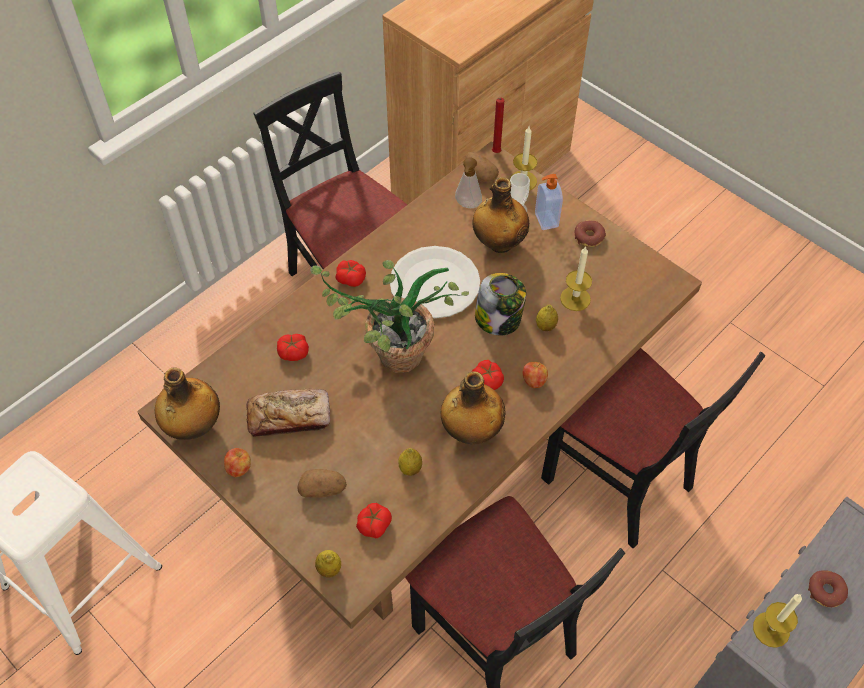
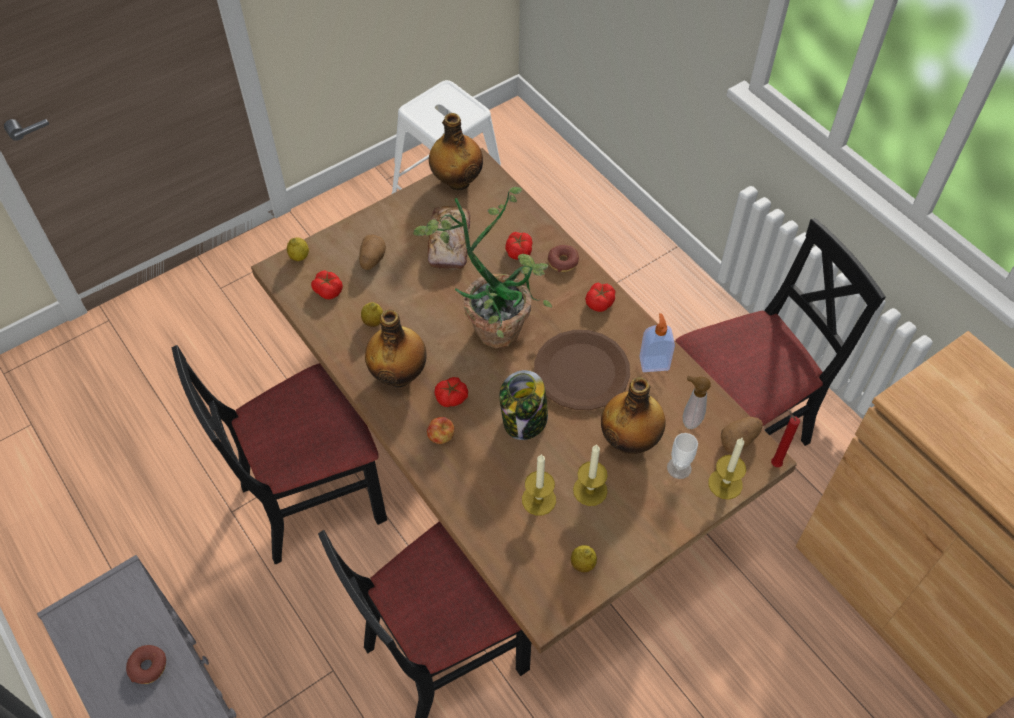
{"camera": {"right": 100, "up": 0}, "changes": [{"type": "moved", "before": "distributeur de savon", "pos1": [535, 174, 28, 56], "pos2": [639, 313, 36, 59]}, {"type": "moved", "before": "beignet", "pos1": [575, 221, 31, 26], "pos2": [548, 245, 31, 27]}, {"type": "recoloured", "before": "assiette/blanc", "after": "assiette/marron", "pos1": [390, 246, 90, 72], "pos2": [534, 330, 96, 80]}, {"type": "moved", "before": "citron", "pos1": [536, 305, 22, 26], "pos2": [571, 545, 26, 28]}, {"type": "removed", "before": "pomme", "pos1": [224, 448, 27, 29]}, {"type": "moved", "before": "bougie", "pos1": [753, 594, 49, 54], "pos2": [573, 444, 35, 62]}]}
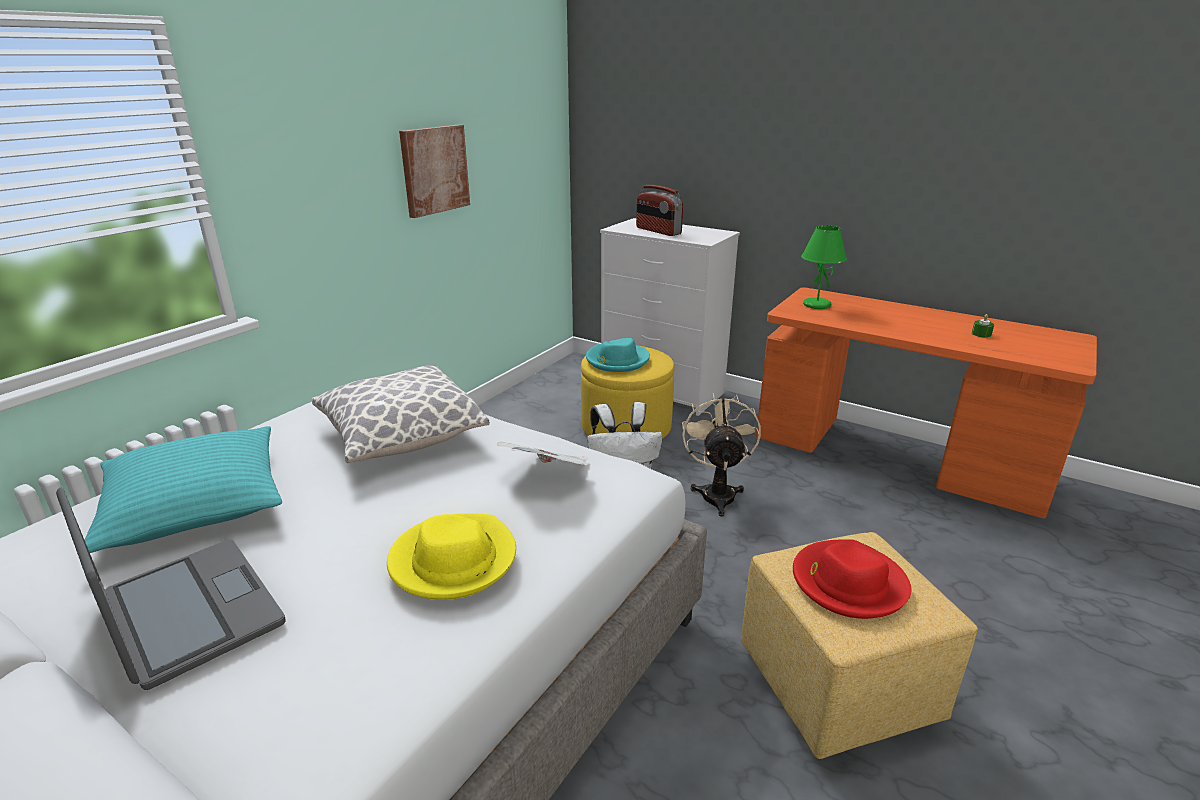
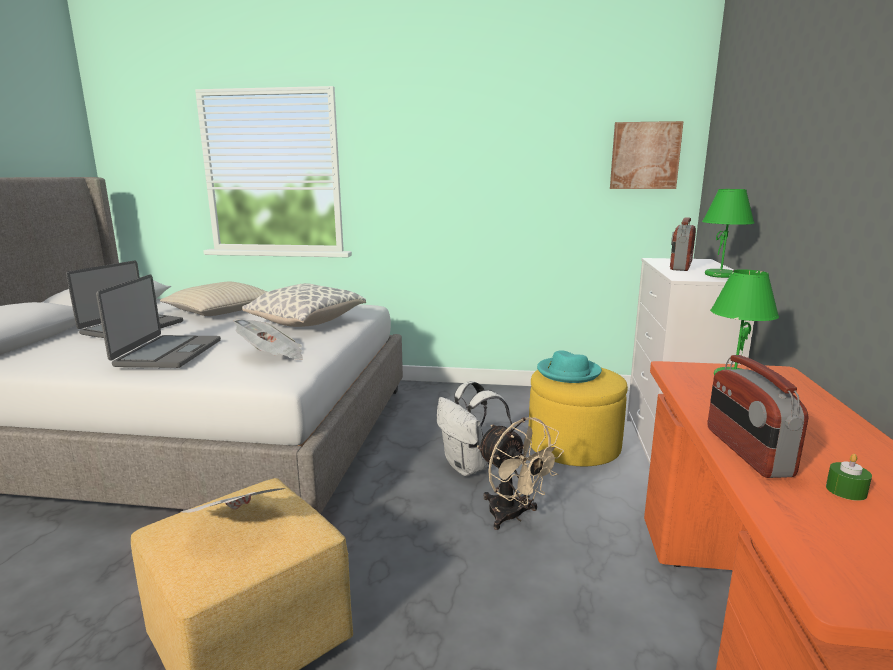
{"camera": {"right": 65, "up": -10}, "changes": [{"type": "moved", "before": "tableau", "pos1": [399, 125, 71, 93], "pos2": [610, 121, 74, 68]}, {"type": "turned", "before": "ventilateur/beige", "pos1": [682, 393, 79, 124], "pos2": [477, 417, 87, 113], "turn": 75}, {"type": "recoloured", "before": "coussin/turquoise", "after": "coussin/beige", "pos1": [84, 426, 198, 127], "pos2": [160, 282, 107, 34]}, {"type": "replaced", "before": "chapeau/jaune", "after": "ordinateur portable", "pos1": [387, 513, 129, 87], "pos2": [96, 274, 125, 94]}, {"type": "replaced", "before": "chapeau/rouge", "after": "journal", "pos1": [793, 539, 118, 80], "pos2": [181, 488, 105, 25]}, {"type": "added", "after": "lampe de table/vert", "pos2": [702, 189, 52, 89]}, {"type": "added", "after": "radio", "pos2": [707, 355, 101, 123]}]}
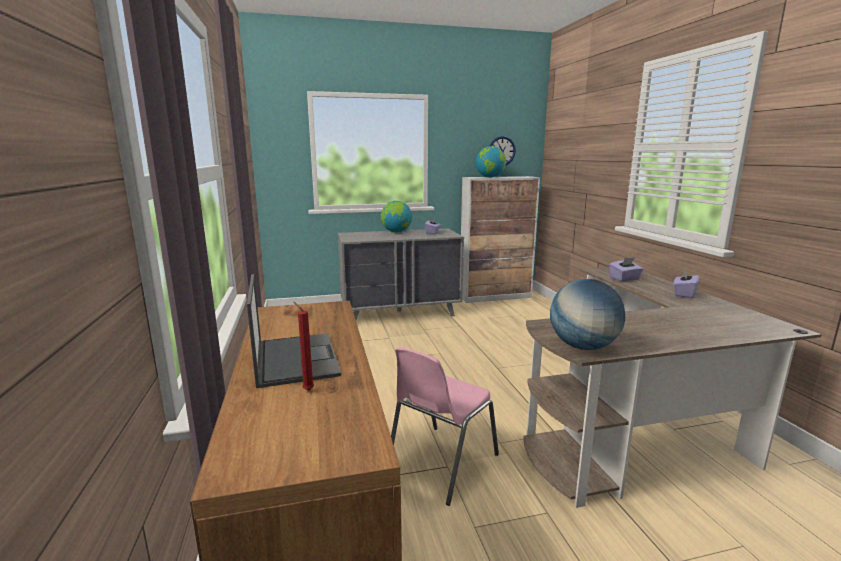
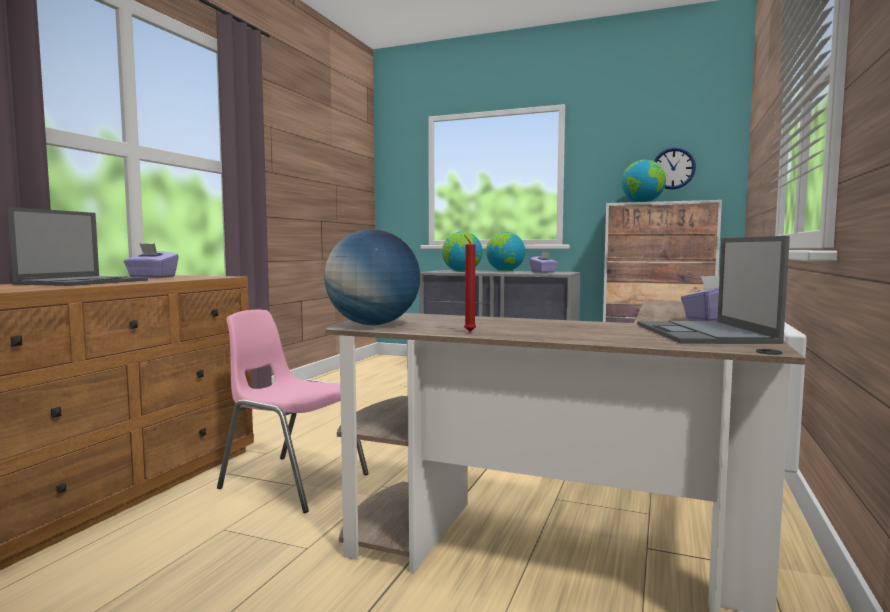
{"camera": {"right": 35, "up": -10}, "changes": [{"type": "moved", "before": "boîte à mouchoirs/violet", "pos1": [609, 258, 34, 23], "pos2": [124, 243, 55, 35]}, {"type": "moved", "before": "bougie/rouge", "pos1": [293, 302, 21, 89], "pos2": [464, 235, 12, 97]}, {"type": "turned", "before": "chaise/rose", "pos1": [391, 347, 108, 159], "pos2": [217, 310, 152, 203], "turn": 45}, {"type": "added", "after": "globe", "pos2": [442, 231, 40, 41]}, {"type": "added", "after": "ordinateur portable", "pos2": [637, 236, 153, 108]}]}
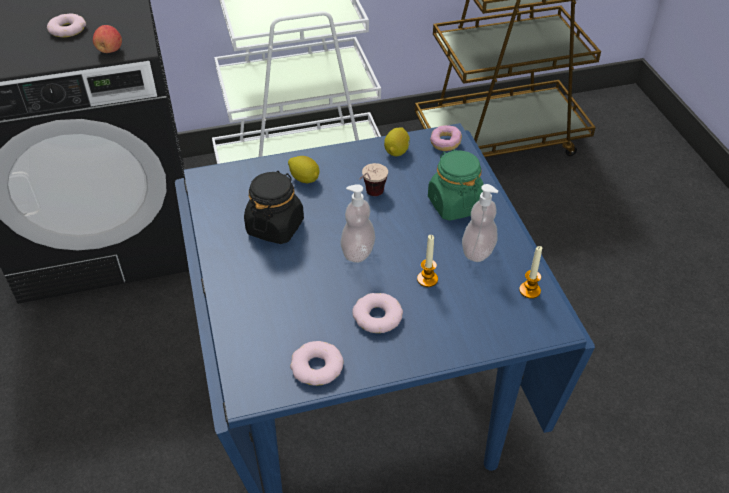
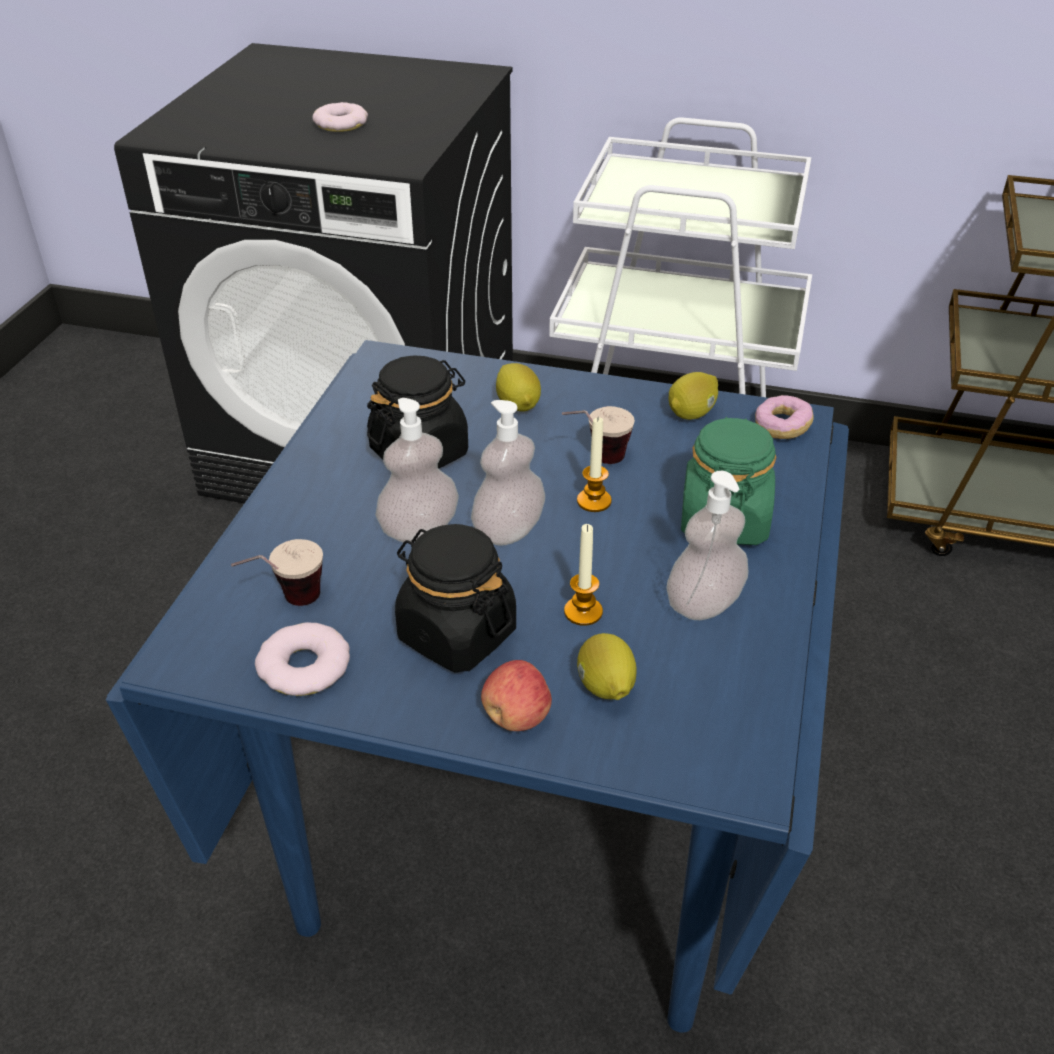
{"camera": {"right": 30, "up": -5}, "changes": [{"type": "moved", "before": "pomme", "pos1": [93, 25, 29, 28], "pos2": [481, 660, 71, 71]}, {"type": "moved", "before": "bougie", "pos1": [519, 246, 23, 53], "pos2": [577, 418, 35, 94]}, {"type": "replaced", "before": "beignet", "after": "bocal/noir", "pos1": [352, 293, 51, 40], "pos2": [395, 524, 121, 148]}, {"type": "added", "after": "distributeur de savon", "pos2": [375, 398, 84, 145]}, {"type": "added", "after": "tasse", "pos2": [231, 539, 92, 67]}, {"type": "added", "after": "citron", "pos2": [577, 633, 60, 67]}]}
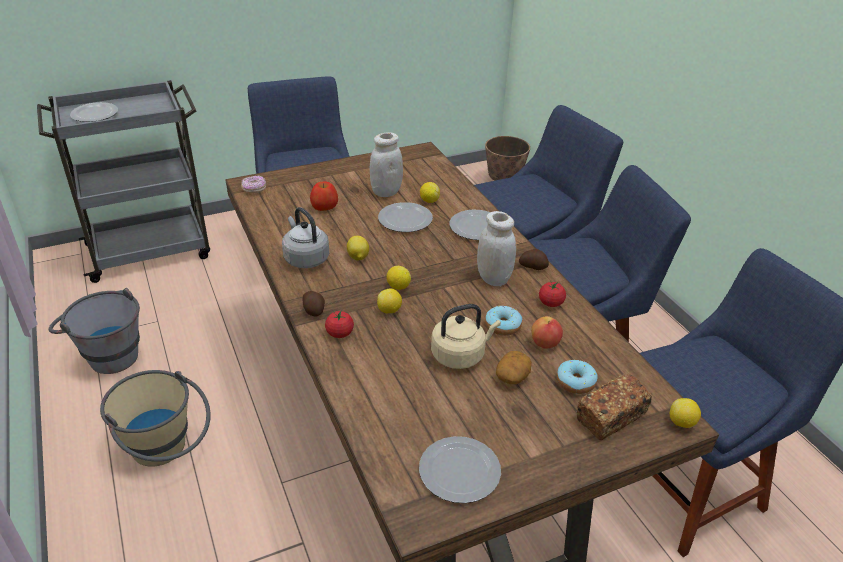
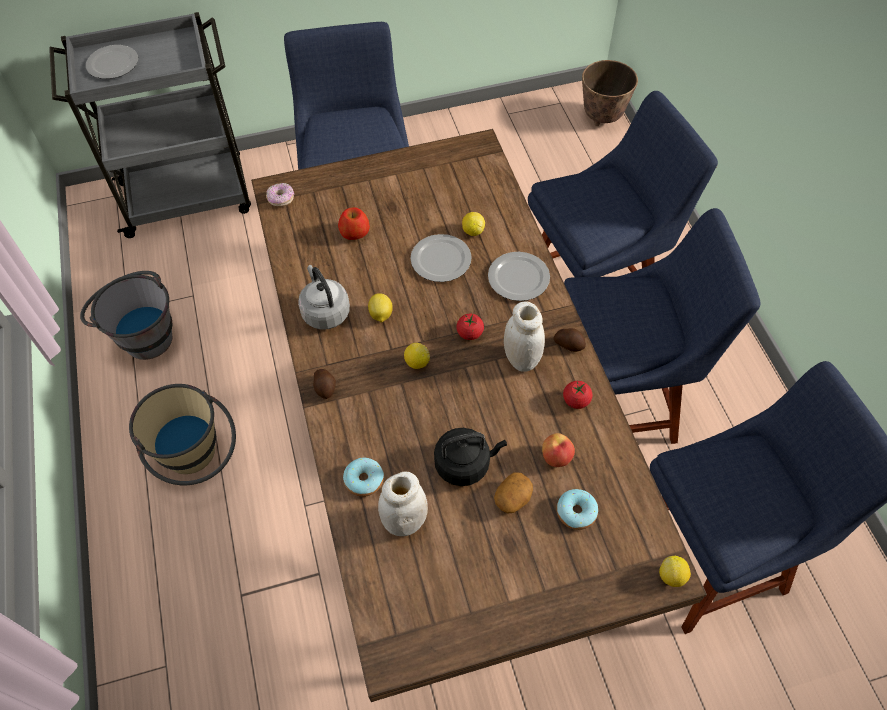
{"camera": {"right": 10, "up": 20}, "changes": [{"type": "moved", "before": "bocal/blanc", "pos1": [370, 132, 33, 65], "pos2": [378, 472, 50, 64]}, {"type": "removed", "before": "citron", "pos1": [377, 288, 25, 25]}, {"type": "recoloured", "before": "bouilloire/beige", "after": "bouilloire/noir", "pos1": [431, 304, 70, 65], "pos2": [434, 428, 73, 58]}, {"type": "moved", "before": "beignet", "pos1": [485, 306, 37, 30], "pos2": [343, 458, 41, 39]}, {"type": "moved", "before": "tomate", "pos1": [325, 310, 29, 28], "pos2": [456, 314, 28, 26]}, {"type": "removed", "before": "pain", "pos1": [576, 374, 76, 66]}, {"type": "removed", "before": "assiette", "pos1": [419, 436, 82, 67]}]}
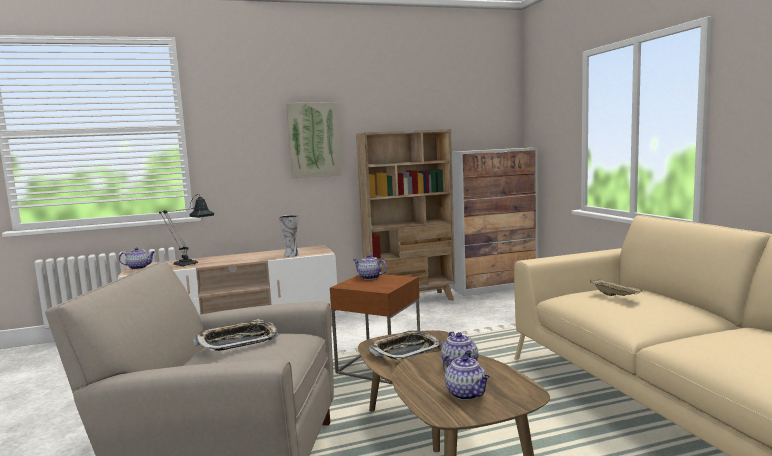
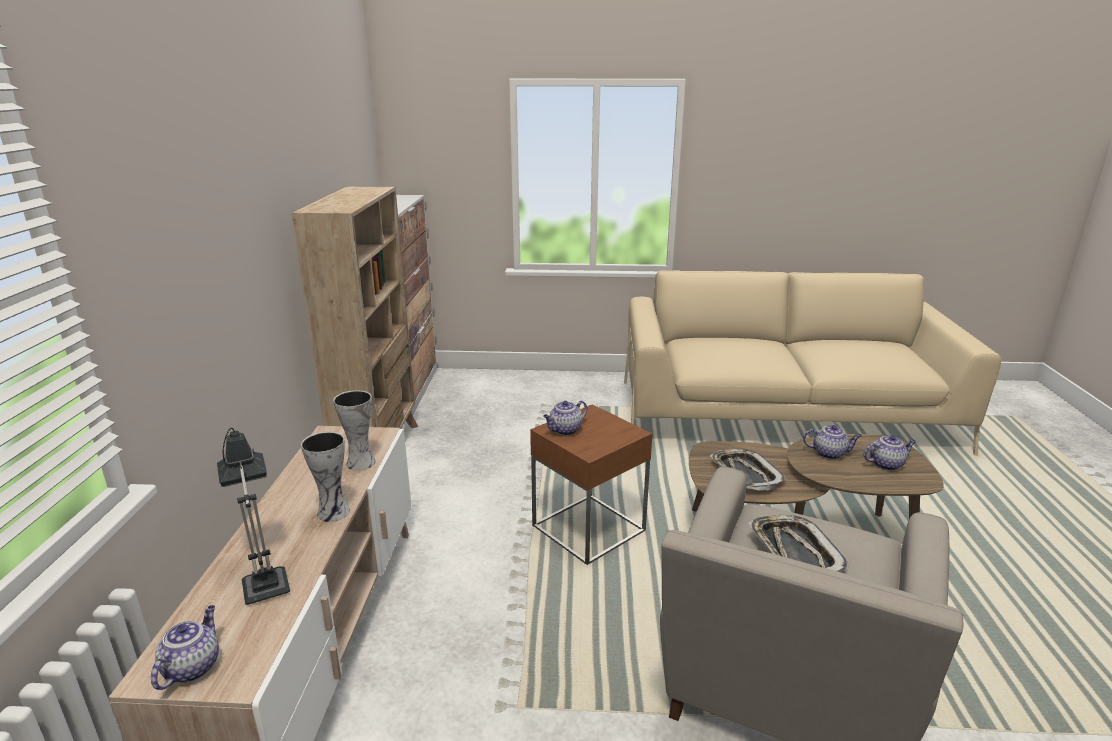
{"camera": {"right": -70, "up": 15}, "changes": [{"type": "removed", "before": "tableau", "pos1": [286, 102, 56, 76]}, {"type": "removed", "before": "plateau/beige", "pos1": [590, 279, 53, 17]}, {"type": "added", "after": "vase", "pos2": [301, 431, 49, 91]}]}
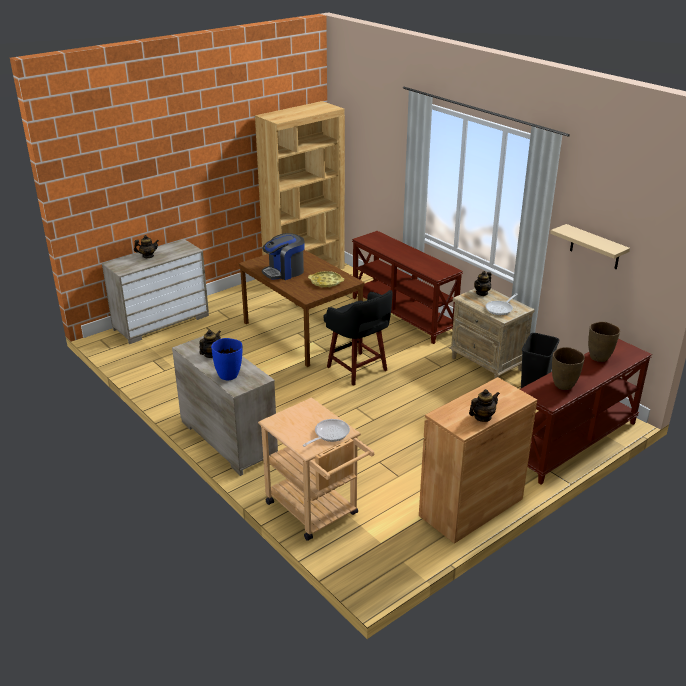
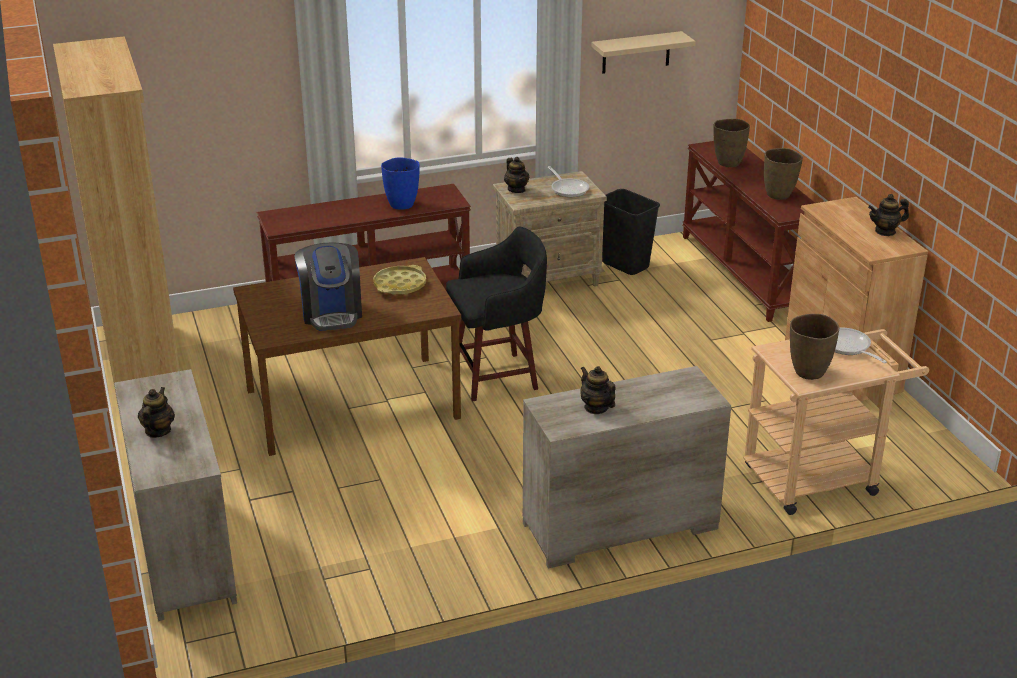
{"camera": {"right": -70, "up": 0}, "changes": [{"type": "moved", "before": "vase/bleu", "pos1": [211, 338, 32, 42], "pos2": [381, 157, 39, 53]}, {"type": "turned", "before": "théière", "pos1": [469, 389, 31, 33], "pos2": [868, 194, 41, 42], "turn": -90}, {"type": "added", "after": "vase/marron", "pos2": [790, 314, 49, 66]}]}
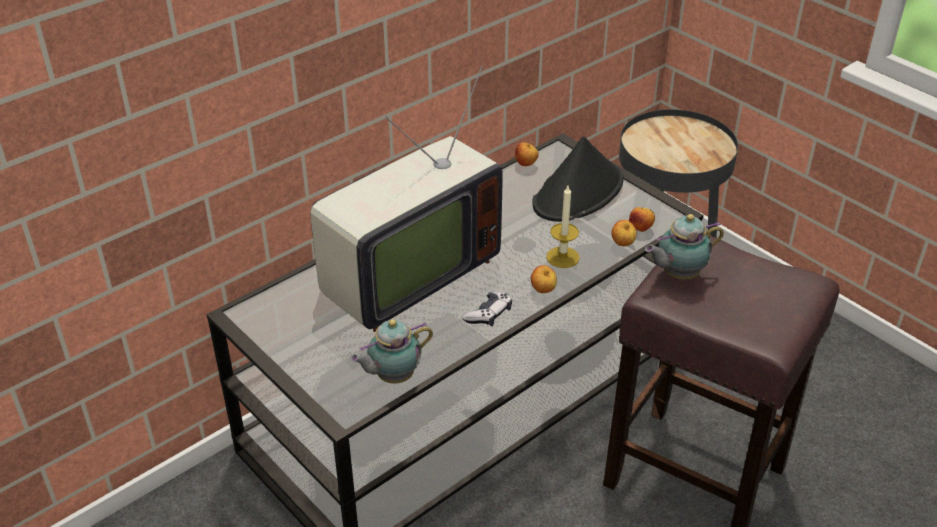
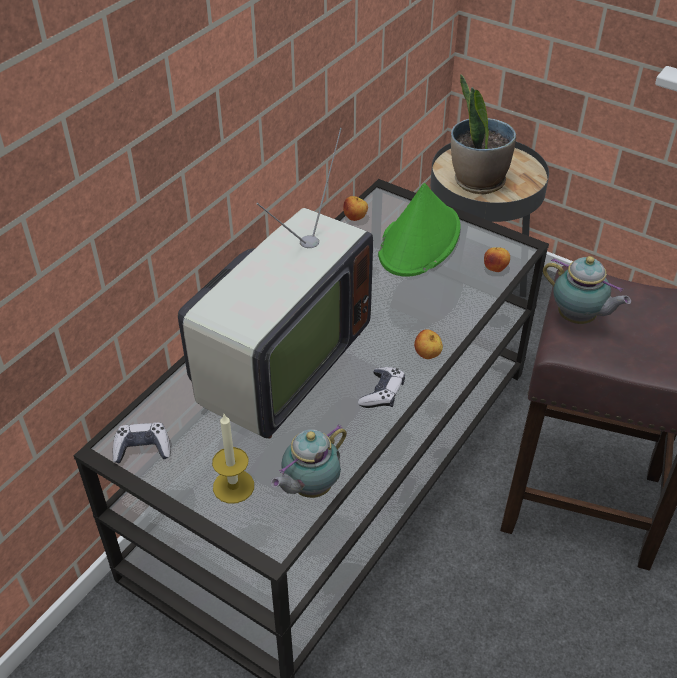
{"camera": {"right": -15, "up": 5}, "changes": [{"type": "recoloured", "before": "chapeau/noir", "after": "chapeau/vert", "pos1": [532, 136, 92, 86], "pos2": [378, 183, 82, 94]}, {"type": "moved", "before": "bougie", "pos1": [546, 186, 34, 82], "pos2": [212, 414, 42, 90]}, {"type": "turned", "before": "théière", "pos1": [645, 214, 79, 66], "pos2": [543, 256, 88, 68], "turn": -105}, {"type": "removed", "before": "pomme", "pos1": [612, 220, 24, 26]}, {"type": "added", "after": "plante en pot", "pos2": [451, 74, 65, 121]}, {"type": "added", "after": "manette", "pos2": [113, 422, 57, 42]}]}
